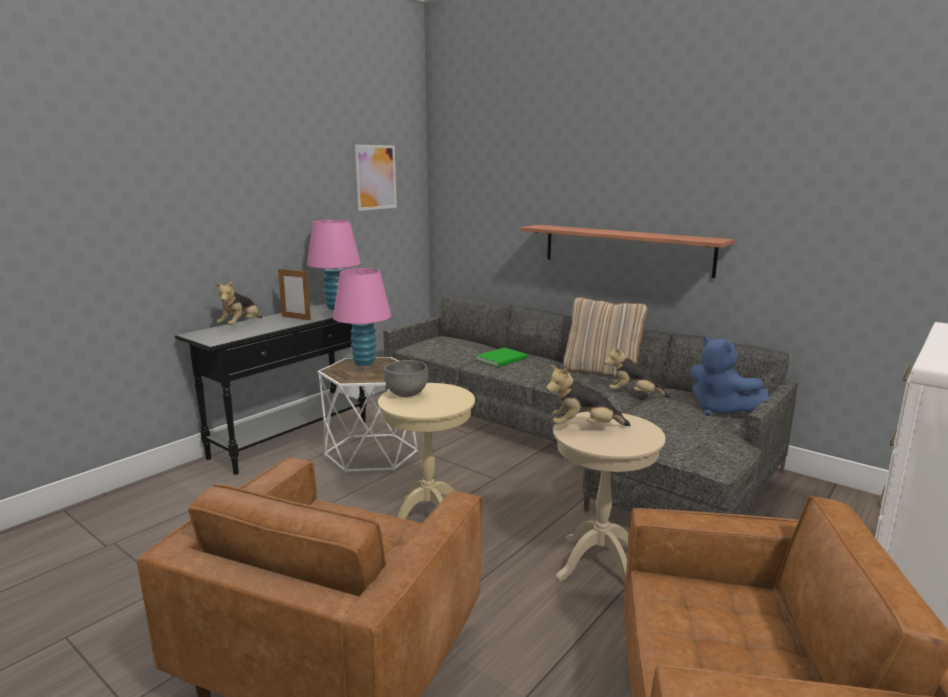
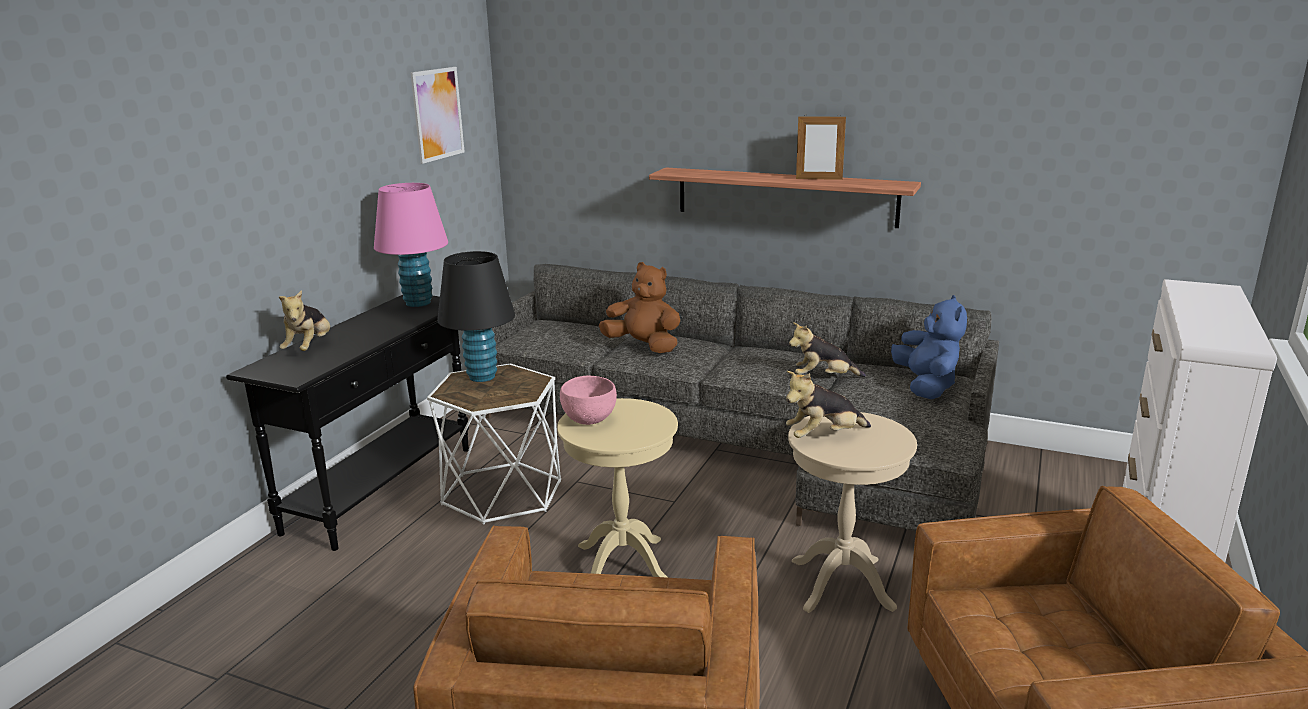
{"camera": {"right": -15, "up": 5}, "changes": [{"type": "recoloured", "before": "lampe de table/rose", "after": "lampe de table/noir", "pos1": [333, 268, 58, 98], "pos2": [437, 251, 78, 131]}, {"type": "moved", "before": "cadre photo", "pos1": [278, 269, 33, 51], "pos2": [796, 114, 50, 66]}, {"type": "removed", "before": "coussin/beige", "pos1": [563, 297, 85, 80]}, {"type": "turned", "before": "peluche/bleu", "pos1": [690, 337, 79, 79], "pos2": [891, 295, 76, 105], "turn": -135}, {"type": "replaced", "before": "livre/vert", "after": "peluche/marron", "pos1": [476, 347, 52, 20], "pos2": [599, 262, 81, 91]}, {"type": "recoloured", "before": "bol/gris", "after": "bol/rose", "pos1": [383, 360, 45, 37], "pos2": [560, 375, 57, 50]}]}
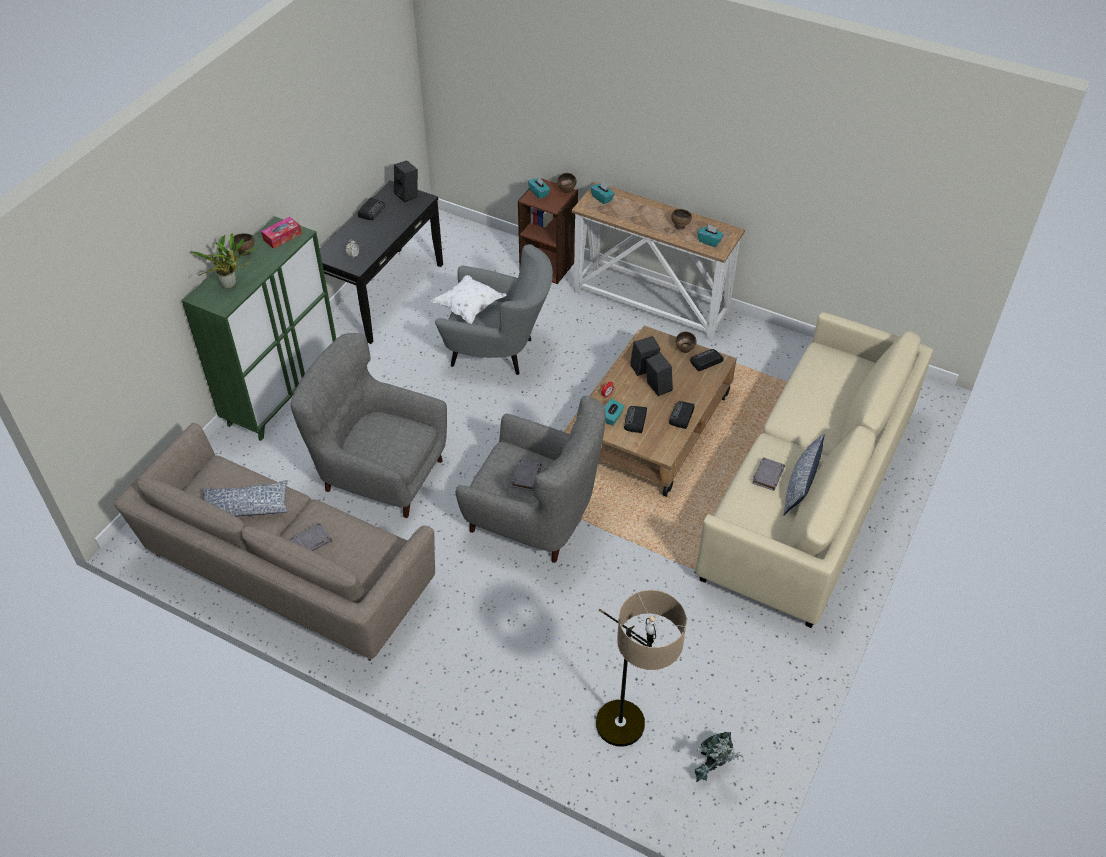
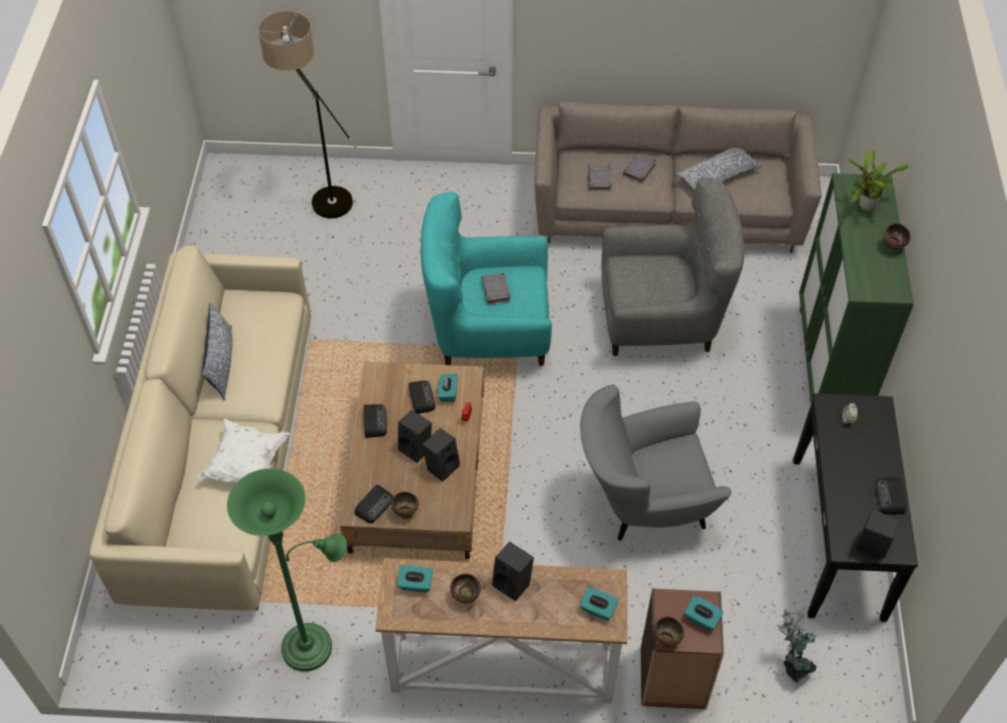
{"camera": {"right": 155, "up": 5}, "changes": [{"type": "removed", "before": "boîte à mouchoirs", "pos1": [261, 217, 41, 32]}, {"type": "moved", "before": "coussin/blanc", "pos1": [431, 275, 76, 49], "pos2": [198, 419, 92, 63]}, {"type": "recoloured", "before": "fauteuil/gris", "after": "fauteuil/turquoise", "pos1": [456, 396, 150, 167], "pos2": [420, 192, 132, 174]}, {"type": "moved", "before": "livre/gris", "pos1": [752, 457, 33, 34], "pos2": [588, 165, 24, 26]}, {"type": "moved", "before": "plante en pot", "pos1": [695, 732, 47, 50], "pos2": [777, 607, 41, 76]}, {"type": "added", "after": "lampadaire/vert", "pos2": [227, 468, 120, 204]}, {"type": "added", "after": "enceinte/noir", "pos2": [492, 541, 42, 60]}]}
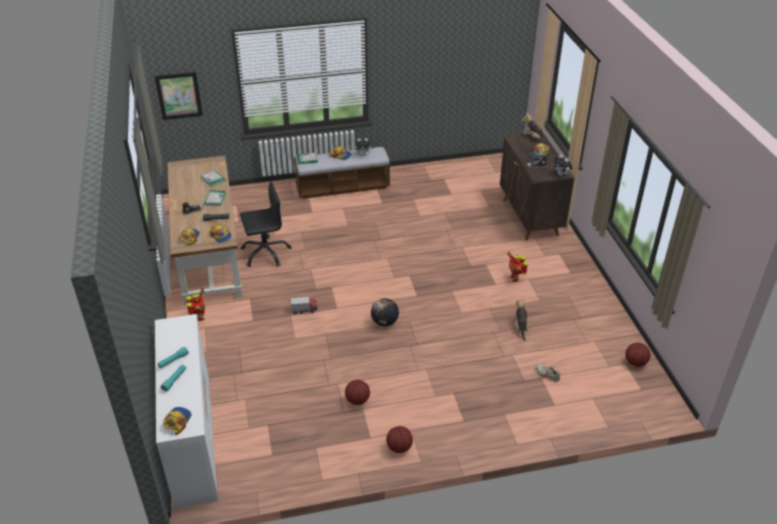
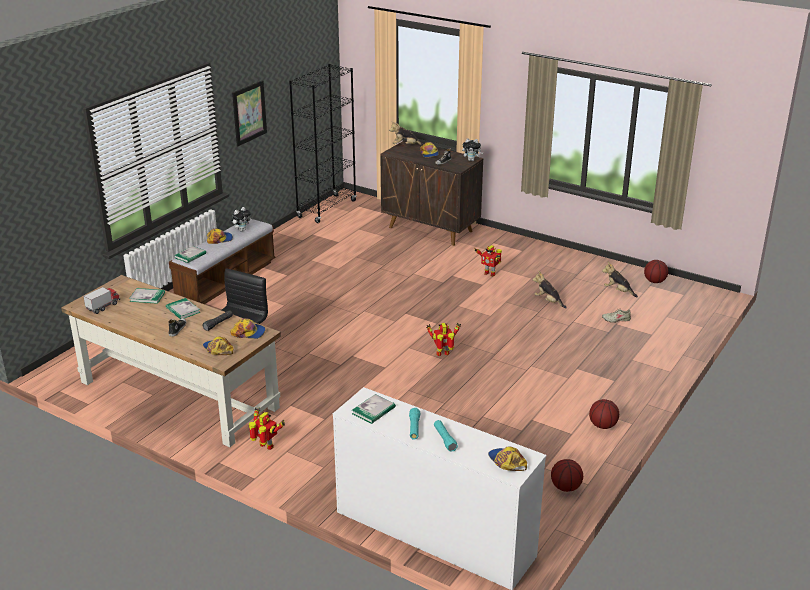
{"camera": {"right": -45, "up": -10}, "changes": [{"type": "moved", "before": "tableau", "pos1": [154, 72, 49, 48], "pos2": [232, 80, 35, 66]}, {"type": "moved", "before": "camion jouet", "pos1": [291, 297, 27, 17], "pos2": [83, 287, 37, 27]}, {"type": "replaced", "before": "globe", "after": "robot jouet", "pos1": [371, 298, 28, 28], "pos2": [426, 323, 35, 33]}, {"type": "moved", "before": "ballon de basket", "pos1": [345, 380, 25, 25], "pos2": [551, 459, 32, 33]}, {"type": "added", "after": "bibliothèque/noir", "pos2": [289, 64, 68, 159]}, {"type": "added", "after": "peluche", "pos2": [602, 262, 36, 35]}, {"type": "added", "after": "livre", "pos2": [352, 394, 44, 30]}]}
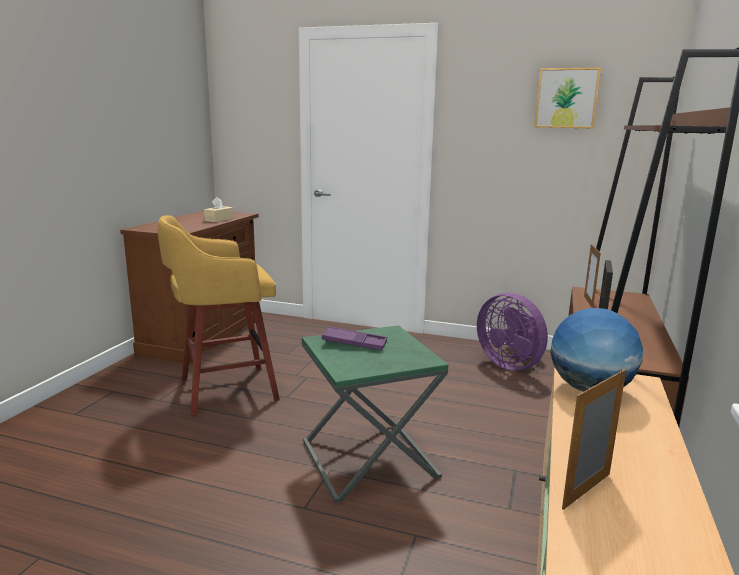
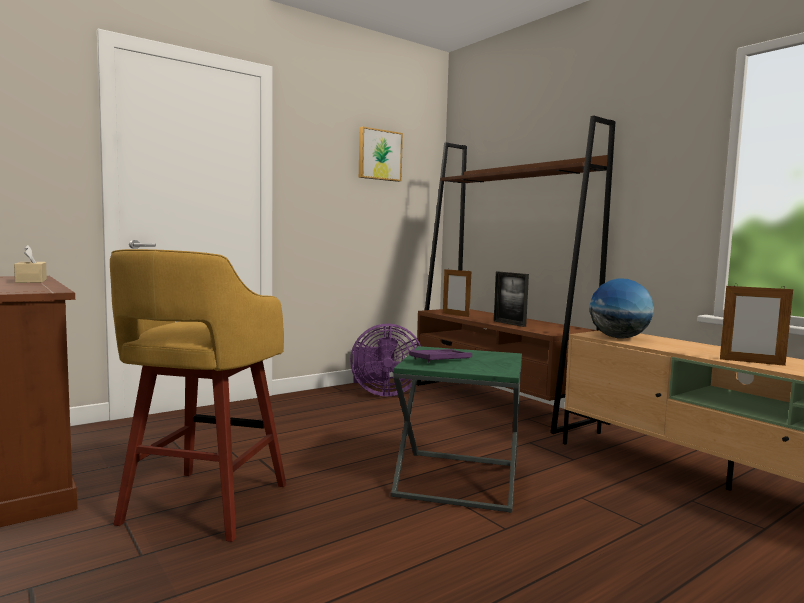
{"camera": {"right": -55, "up": -10}, "changes": [{"type": "turned", "before": "cadre photo", "pos1": [562, 369, 64, 141], "pos2": [720, 284, 73, 82], "turn": -60}]}
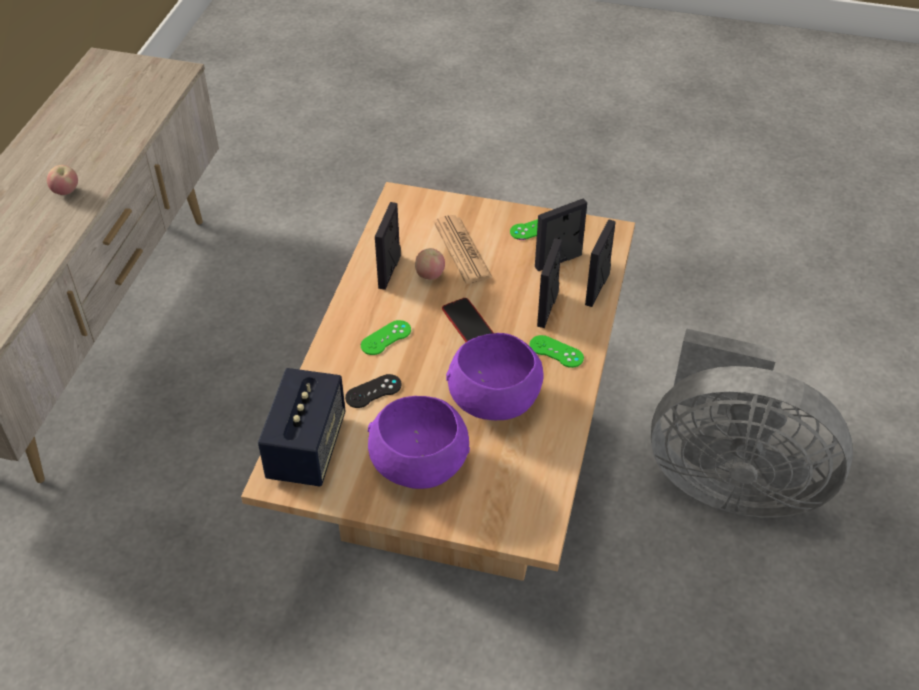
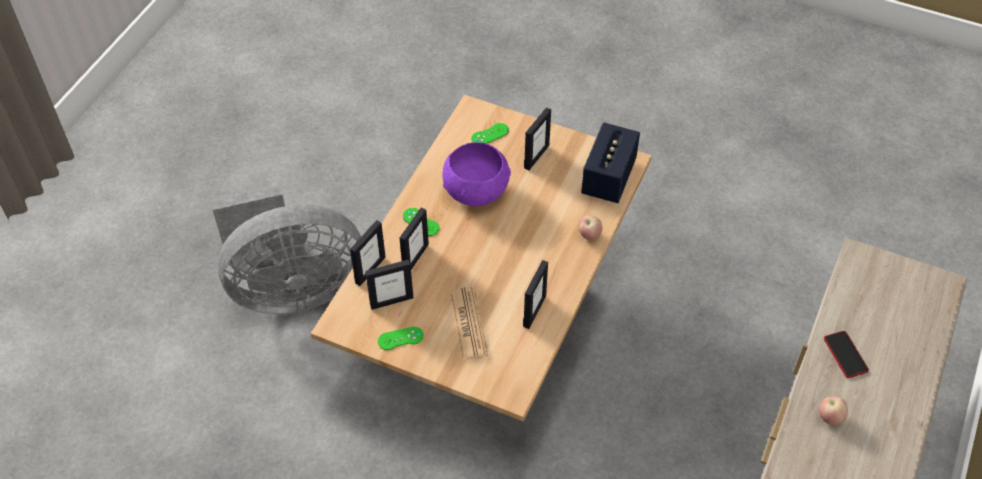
{"camera": {"right": -170, "up": 5}, "changes": [{"type": "moved", "before": "pomme", "pos1": [415, 248, 30, 32], "pos2": [578, 215, 24, 25]}, {"type": "moved", "before": "téléphone", "pos1": [442, 298, 52, 44], "pos2": [824, 331, 45, 47]}, {"type": "moved", "before": "manette/vert", "pos1": [361, 320, 50, 35], "pos2": [471, 123, 38, 21]}, {"type": "turned", "before": "ventilateur/gris", "pos1": [651, 328, 202, 190], "pos2": [211, 185, 150, 129], "turn": 135}, {"type": "removed", "before": "manette/noir", "pos1": [345, 374, 57, 34]}, {"type": "replaced", "before": "bol/violet", "after": "cadre photo", "pos1": [368, 396, 102, 93], "pos2": [524, 107, 27, 63]}]}
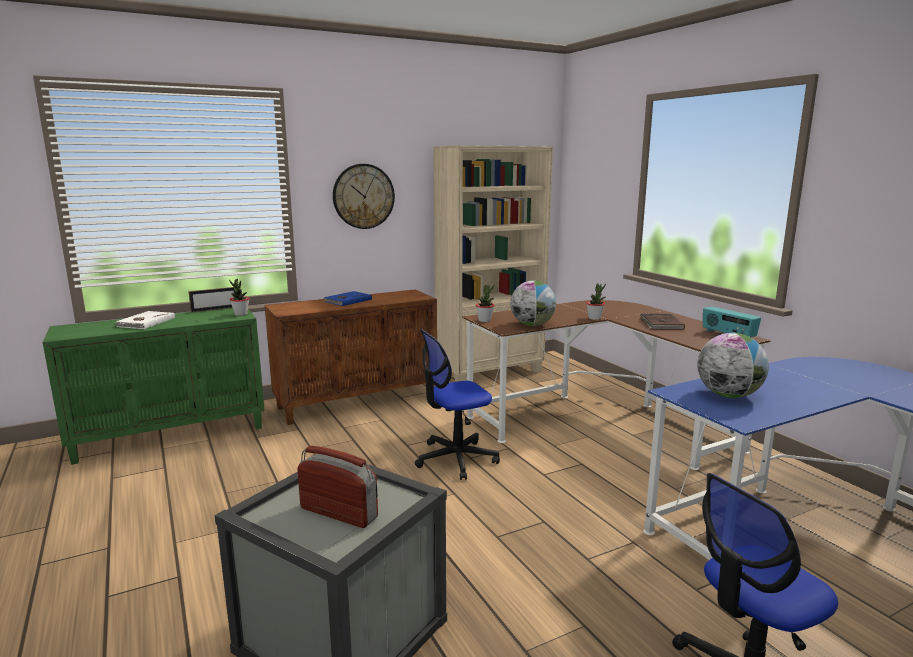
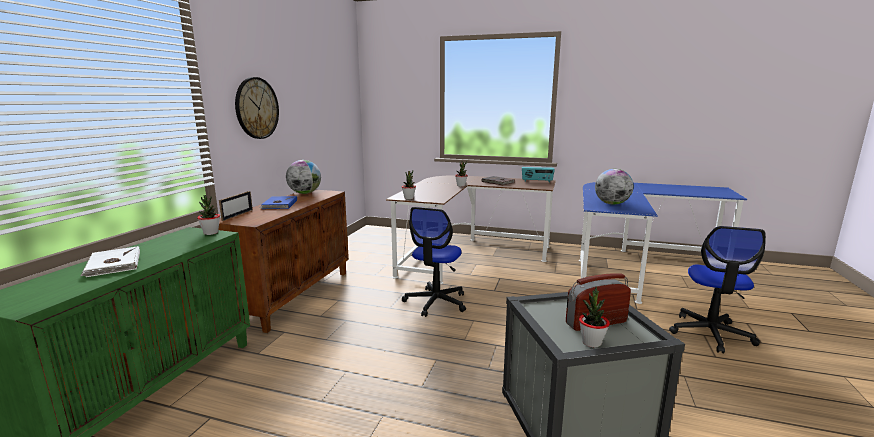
{"camera": {"right": -45, "up": 0}, "changes": [{"type": "removed", "before": "bibliothèque/beige", "pos1": [433, 145, 120, 237]}, {"type": "moved", "before": "globe", "pos1": [510, 281, 46, 45], "pos2": [286, 160, 35, 34]}, {"type": "moved", "before": "cadre photo", "pos1": [188, 287, 48, 26], "pos2": [219, 191, 34, 30]}, {"type": "added", "after": "plante en pot", "pos2": [579, 286, 31, 62]}]}
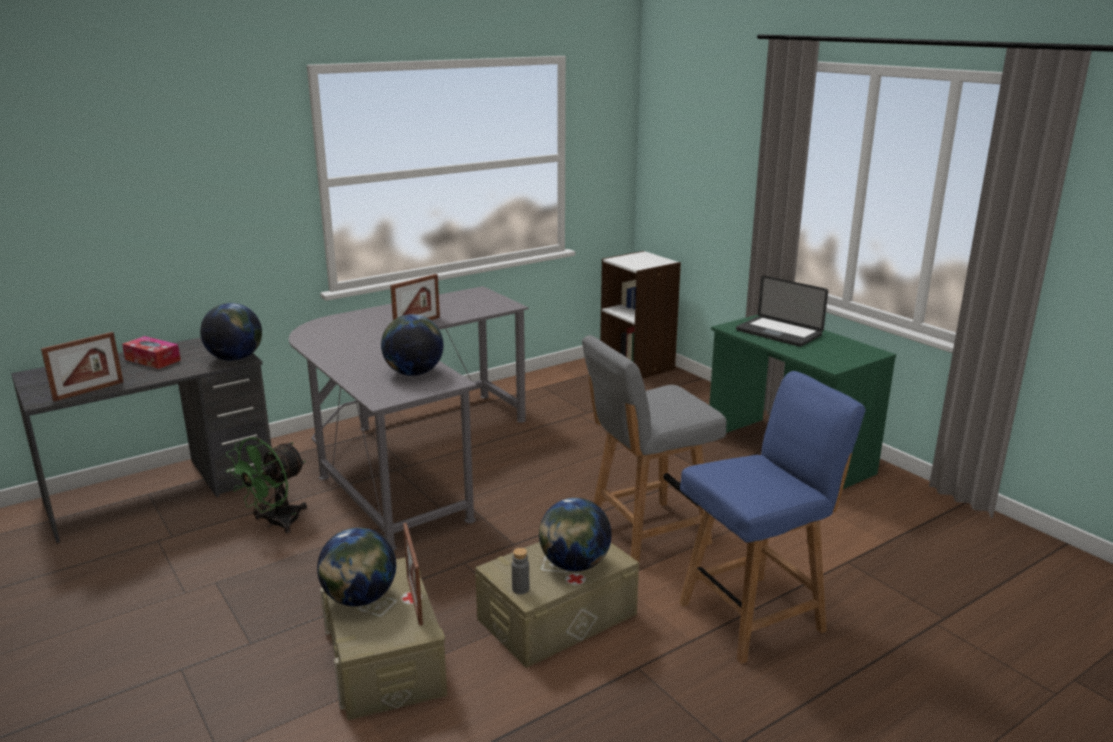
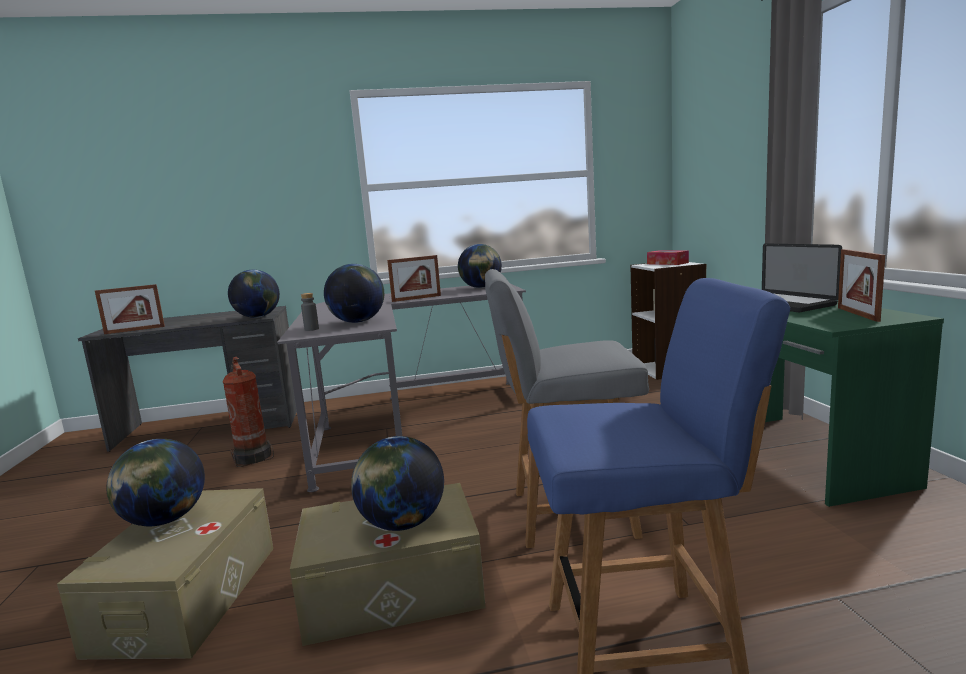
{"camera": {"right": 25, "up": -10}, "changes": [{"type": "moved", "before": "boîte à mouchoirs", "pos1": [122, 336, 59, 33], "pos2": [647, 250, 42, 15]}, {"type": "replaced", "before": "ventilateur/vert", "after": "extincteur", "pos1": [226, 437, 81, 97], "pos2": [222, 357, 52, 110]}, {"type": "moved", "before": "cadre photo", "pos1": [403, 523, 20, 103], "pos2": [838, 249, 47, 73]}, {"type": "moved", "before": "bouteille/gris", "pos1": [512, 548, 17, 46], "pos2": [301, 293, 18, 38]}, {"type": "added", "after": "globe", "pos2": [458, 244, 44, 44]}]}
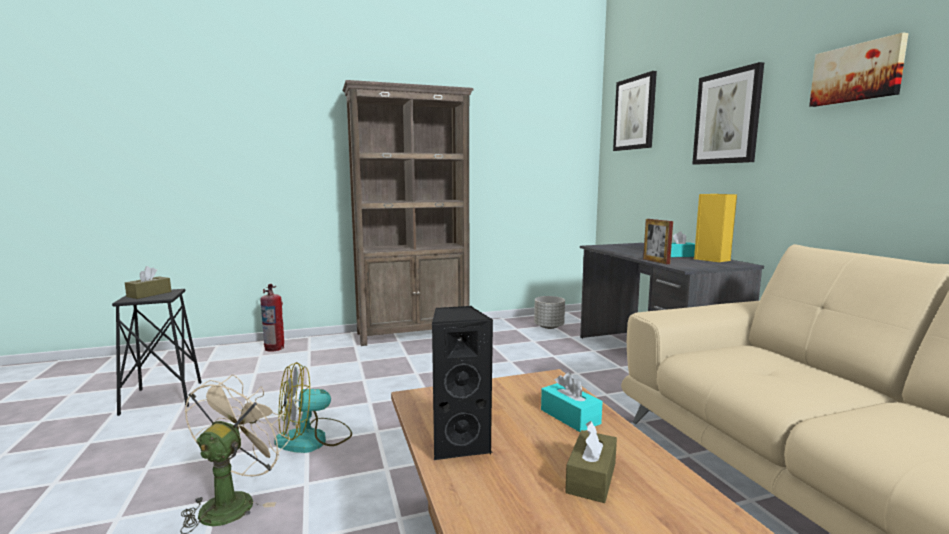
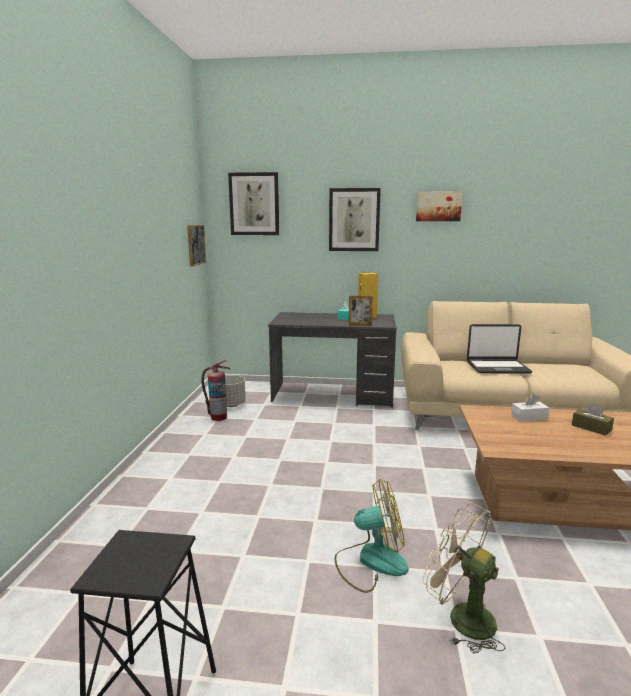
{"camera": {"right": -65, "up": 5}, "changes": [{"type": "removed", "before": "bibliothèque/marron", "pos1": [342, 80, 132, 266]}, {"type": "removed", "before": "boîte à mouchoirs/marron", "pos1": [125, 266, 46, 33]}, {"type": "moved", "before": "extincteur", "pos1": [260, 284, 24, 68], "pos2": [201, 360, 30, 61]}, {"type": "removed", "before": "enceinte/noir", "pos1": [432, 306, 61, 154]}, {"type": "turned", "before": "ventilateur", "pos1": [274, 362, 78, 91], "pos2": [335, 479, 74, 114], "turn": -90}, {"type": "recoloured", "before": "boîte à mouchoirs/turquoise", "after": "boîte à mouchoirs/blanc", "pos1": [541, 372, 62, 60], "pos2": [511, 394, 38, 28]}, {"type": "added", "after": "tableau", "pos2": [187, 225, 19, 41]}, {"type": "added", "after": "ordinateur portable", "pos2": [467, 324, 65, 50]}]}
